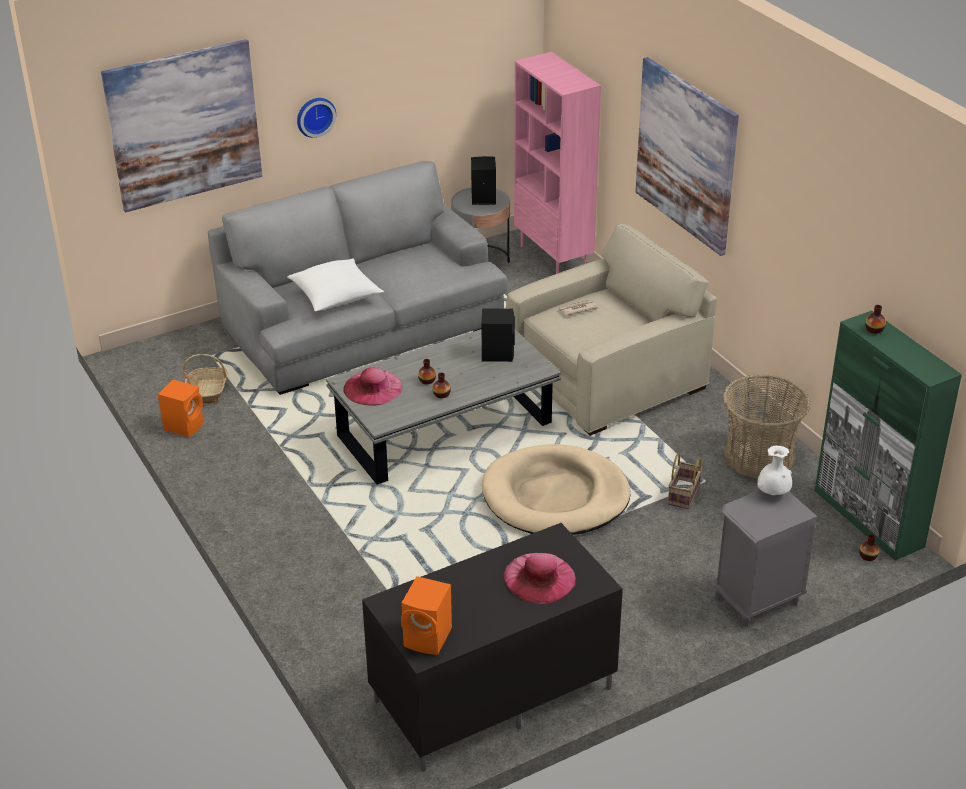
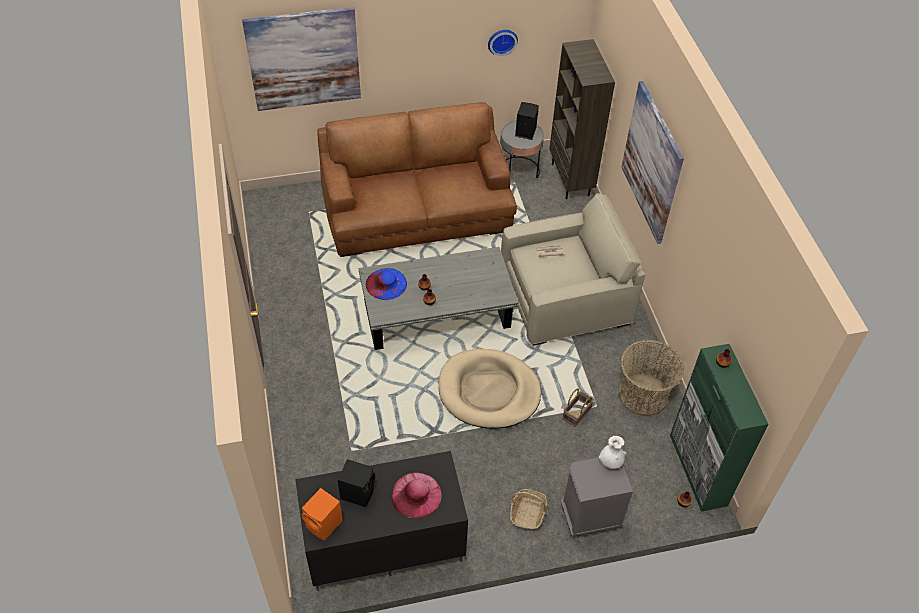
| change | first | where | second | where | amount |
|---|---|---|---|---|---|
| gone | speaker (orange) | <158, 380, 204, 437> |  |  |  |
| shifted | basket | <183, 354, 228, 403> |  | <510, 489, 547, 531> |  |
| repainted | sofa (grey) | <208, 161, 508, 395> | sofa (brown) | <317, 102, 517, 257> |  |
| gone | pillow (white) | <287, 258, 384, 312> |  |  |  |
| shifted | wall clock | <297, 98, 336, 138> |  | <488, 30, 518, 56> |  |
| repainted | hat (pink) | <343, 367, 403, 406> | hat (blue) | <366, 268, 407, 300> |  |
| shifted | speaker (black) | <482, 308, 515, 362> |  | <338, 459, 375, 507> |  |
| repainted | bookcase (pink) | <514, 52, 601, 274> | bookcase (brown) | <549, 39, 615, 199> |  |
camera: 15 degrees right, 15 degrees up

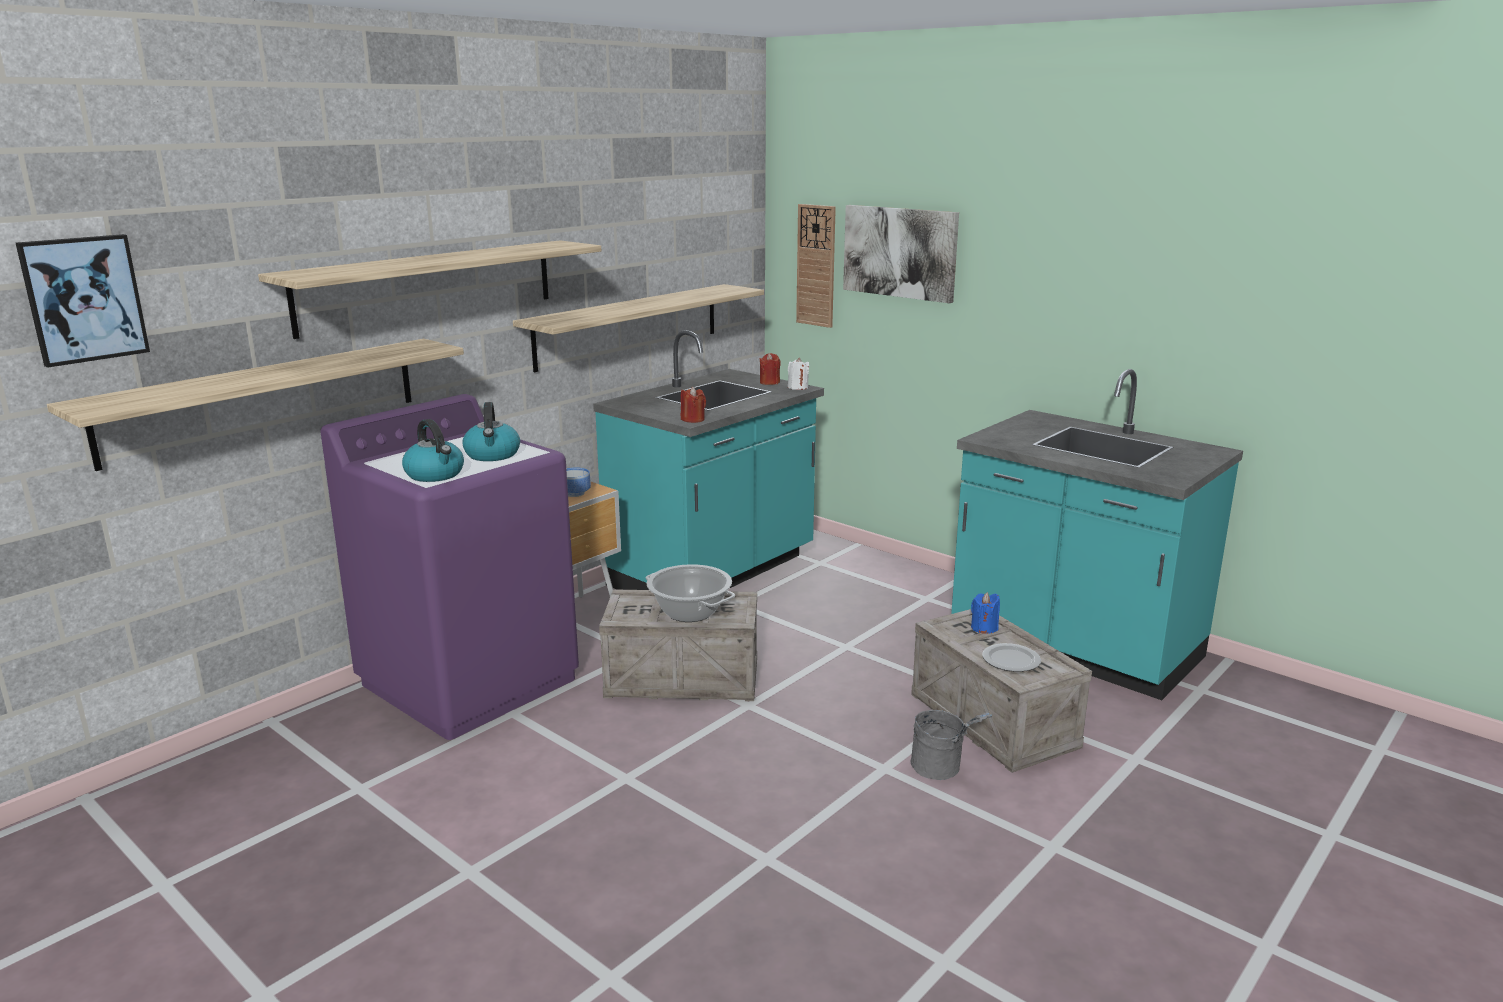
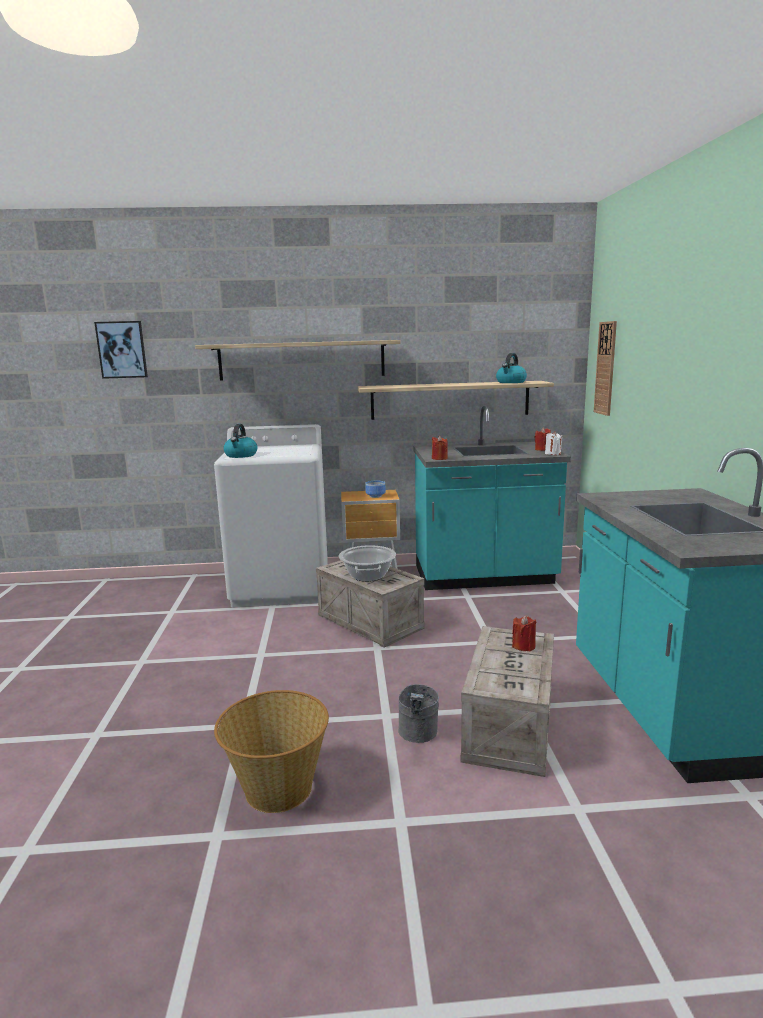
| change | first | where | second | where | amount |
|---|---|---|---|---|---|
| gone | shelf | <47, 339, 464, 471> |  |  |  |
| repainted | washing machine (purple) | <321, 394, 579, 740> | washing machine (white) | <214, 424, 328, 607> |  |
| shifted | kettle | <462, 402, 520, 461> |  | <496, 353, 527, 383> |  |
| gone | picture | <843, 205, 959, 303> |  |  |  |
| repainted | candle (blue) | <971, 592, 1000, 634> | candle (red) | <512, 616, 537, 651> |  |
| gone | plate | <982, 643, 1041, 672> |  |  |  |
| new |  |  | basket | <214, 690, 329, 813> |  |
camera: 45 degrees right, 5 degrees down

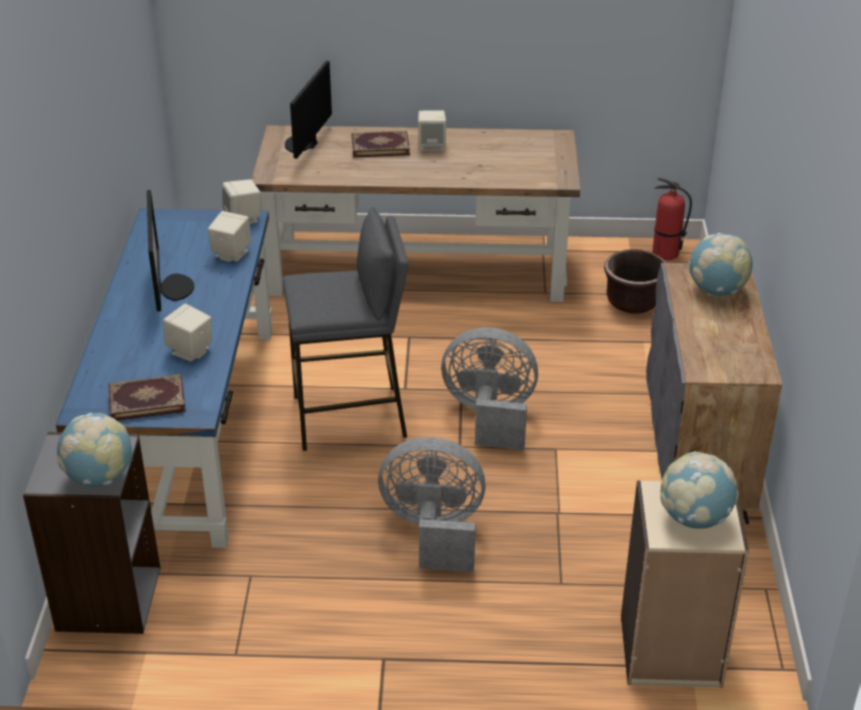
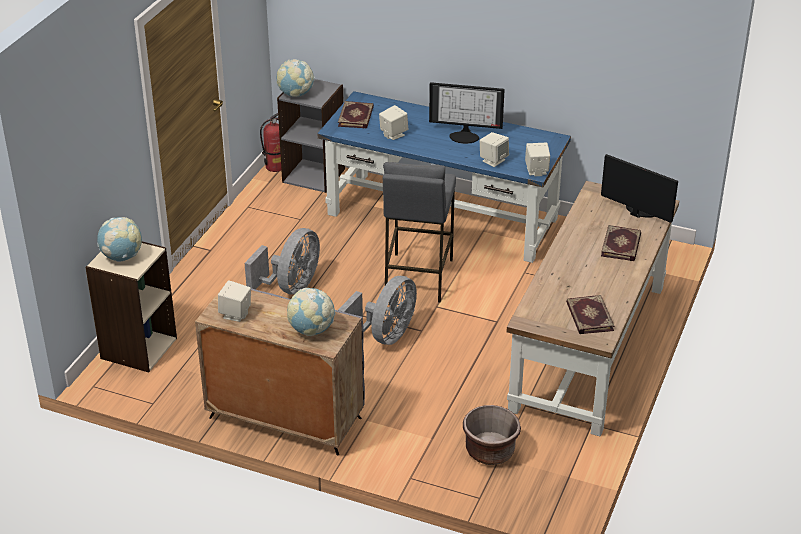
| change | first | where | second | where | amount |
|---|---|---|---|---|---|
| shifted | speaker (beige) | <418, 110, 446, 151> |  | <218, 280, 251, 322> |  |
| shifted | fire extinguisher | <653, 177, 692, 260> |  | <260, 113, 281, 172> |  |
| new |  |  | book | <566, 295, 614, 334> |  |
camera: 110 degrees right, 0 degrees up

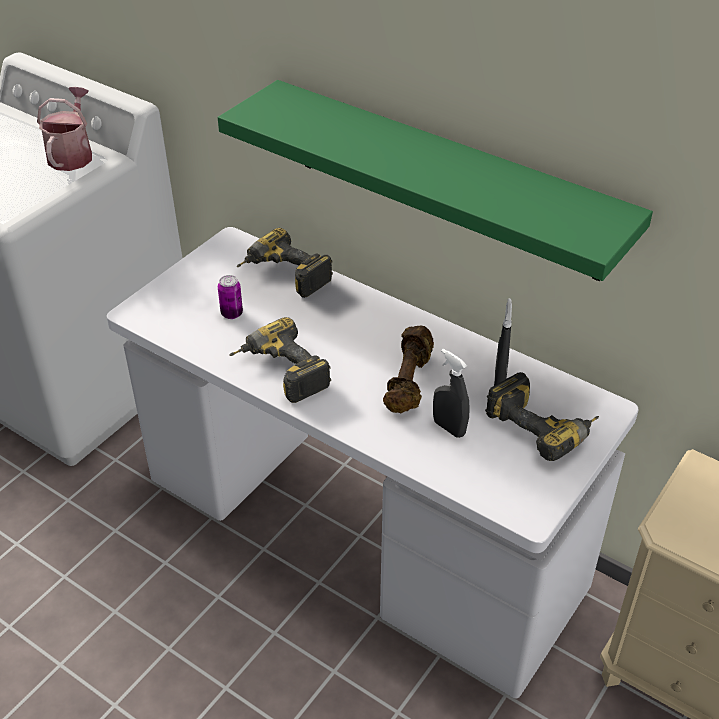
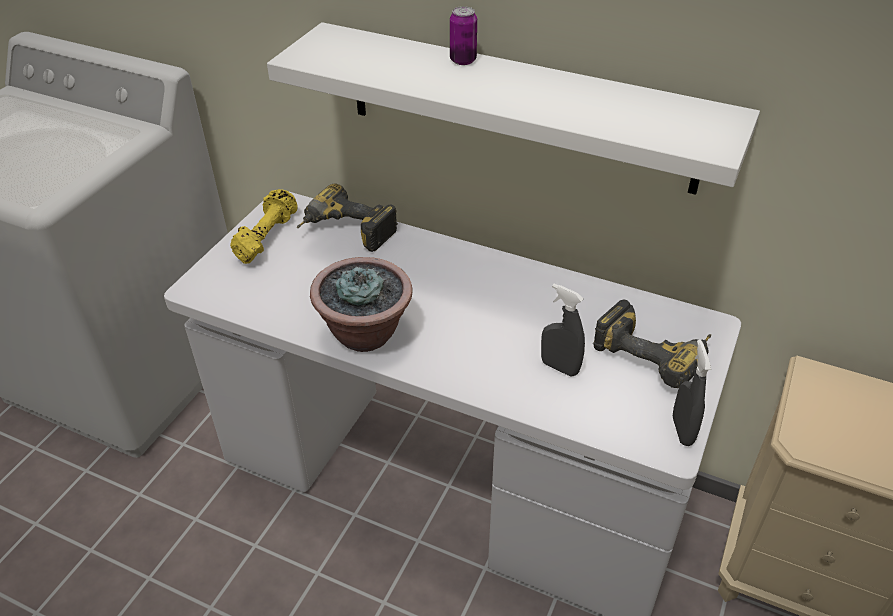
| change | first | where | second | where | amount |
|---|---|---|---|---|---|
| gone | watering can | <37, 87, 92, 171> |  |  |  |
| repainted | shelf (green) | <218, 80, 653, 281> | shelf (white) | <267, 22, 760, 195> |  |
| shifted | can | <218, 275, 243, 319> |  | <450, 6, 477, 65> |  |
| swapped | power drill | <229, 317, 331, 403> | potted plant | <310, 257, 413, 352> |  |
| gone | dumbbell (brown) | <383, 326, 434, 413> |  |  |  |
| shifted | spray bottle (grey) | <494, 298, 512, 386> |  | <673, 340, 711, 446> |  |
| new |  |  | dumbbell (yellow) | <230, 189, 298, 264> |  |
camera: 10 degrees left, 0 degrees up

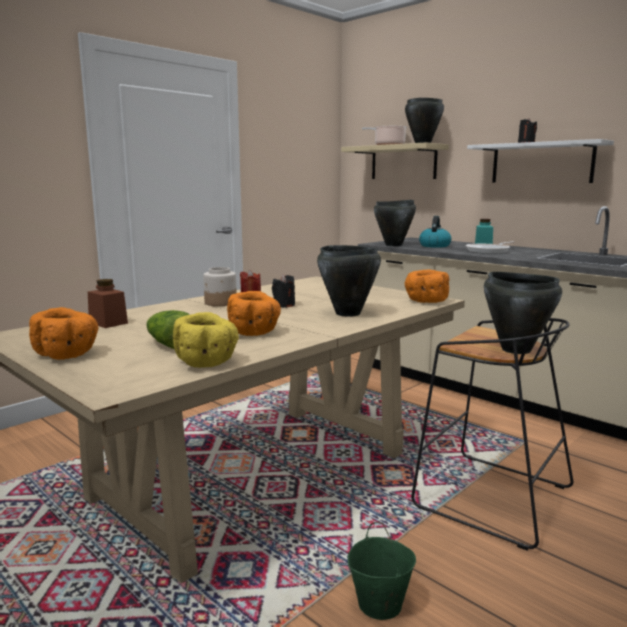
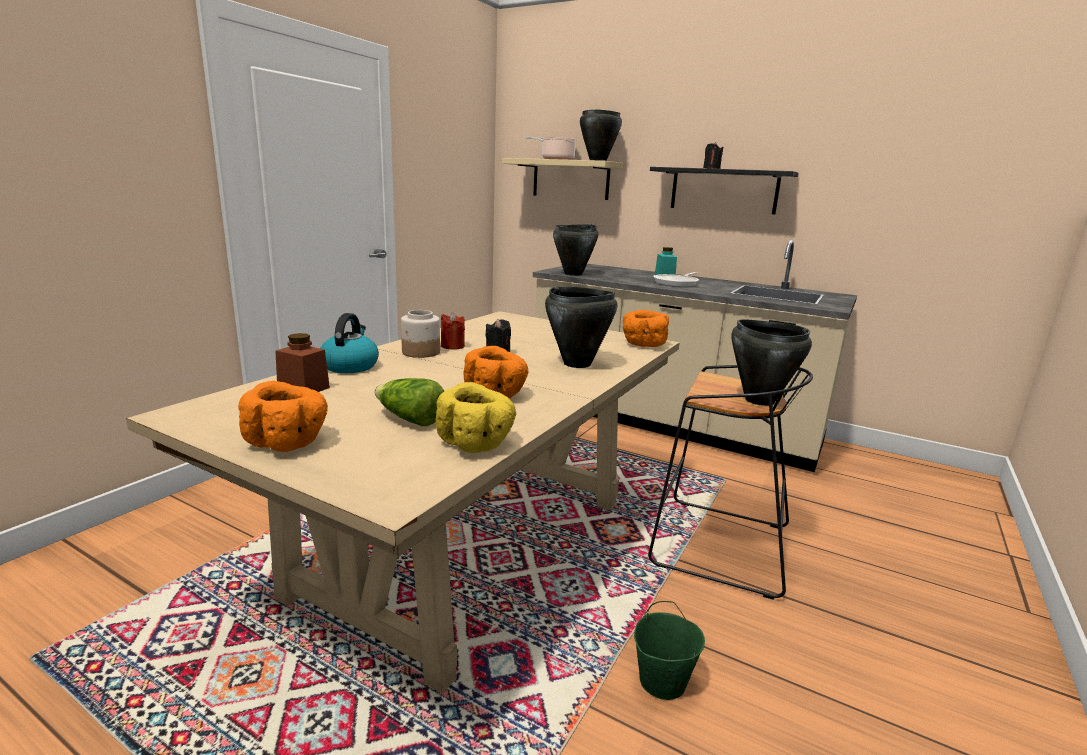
| change | first | where | second | where | amount |
|---|---|---|---|---|---|
| shifted | kettle | <419, 216, 451, 248> |  | <320, 313, 379, 373> |  |
| repainted | shelf (white) | <467, 139, 614, 183> | shelf (black) | <650, 167, 799, 214> |  |
camera: 15 degrees left, 5 degrees up

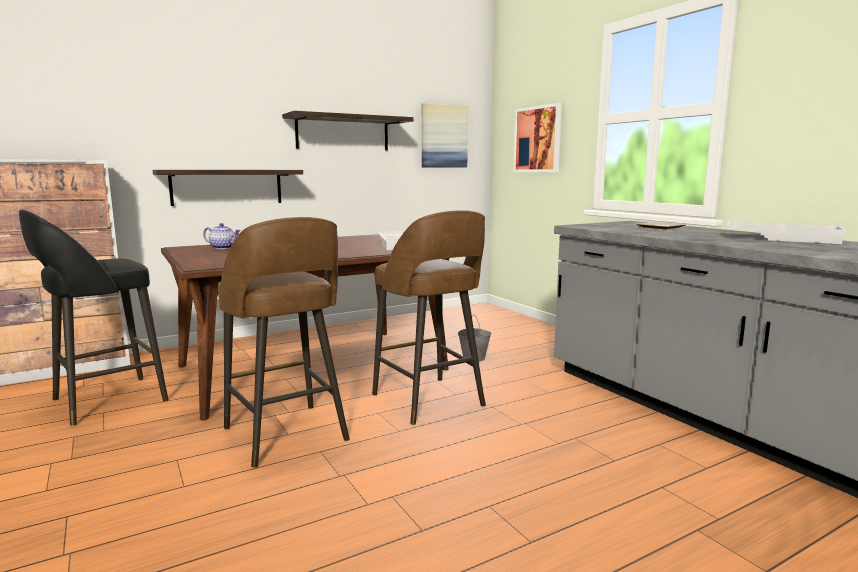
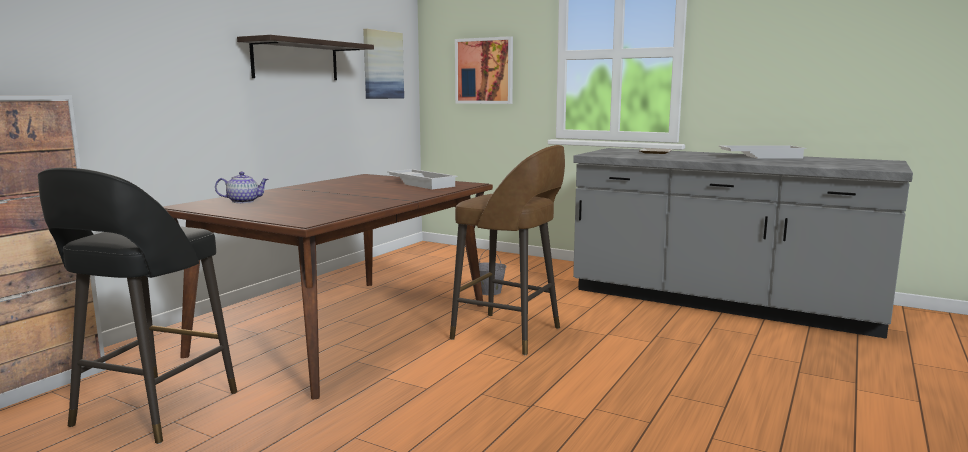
| change | first | where | second | where | amount |
|---|---|---|---|---|---|
| gone | shelf | <153, 170, 303, 206> |  |  |  |
| gone | stool (brown) | <218, 217, 350, 468> |  |  |  |
camera: 30 degrees left, 0 degrees up

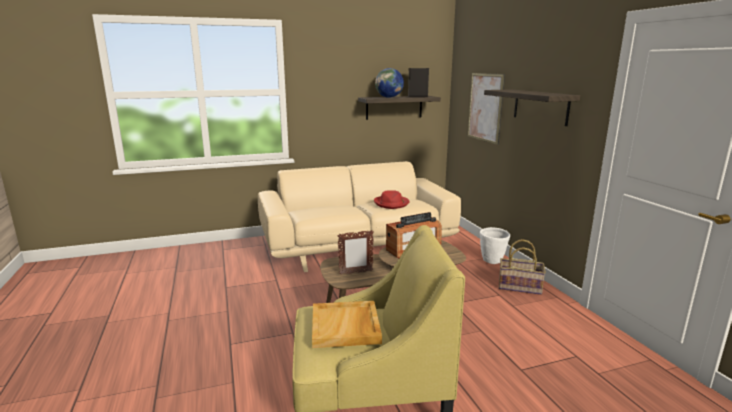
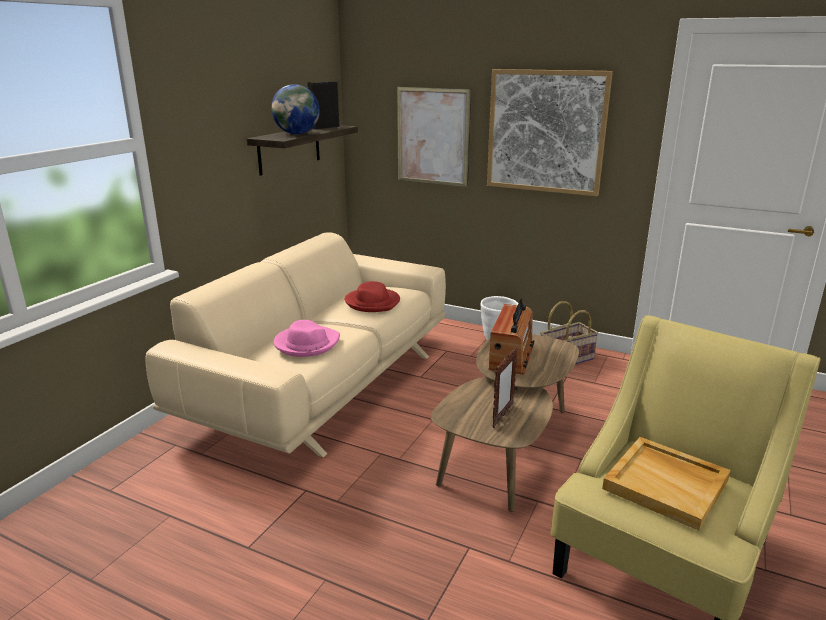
| change | first | where | second | where | amount |
|---|---|---|---|---|---|
| swapped | shelf | <484, 89, 580, 126> | picture | <487, 69, 613, 196> |  |
| new |  |  | hat (pink) | <273, 320, 340, 357> |  |
camera: 45 degrees left, 5 degrees up

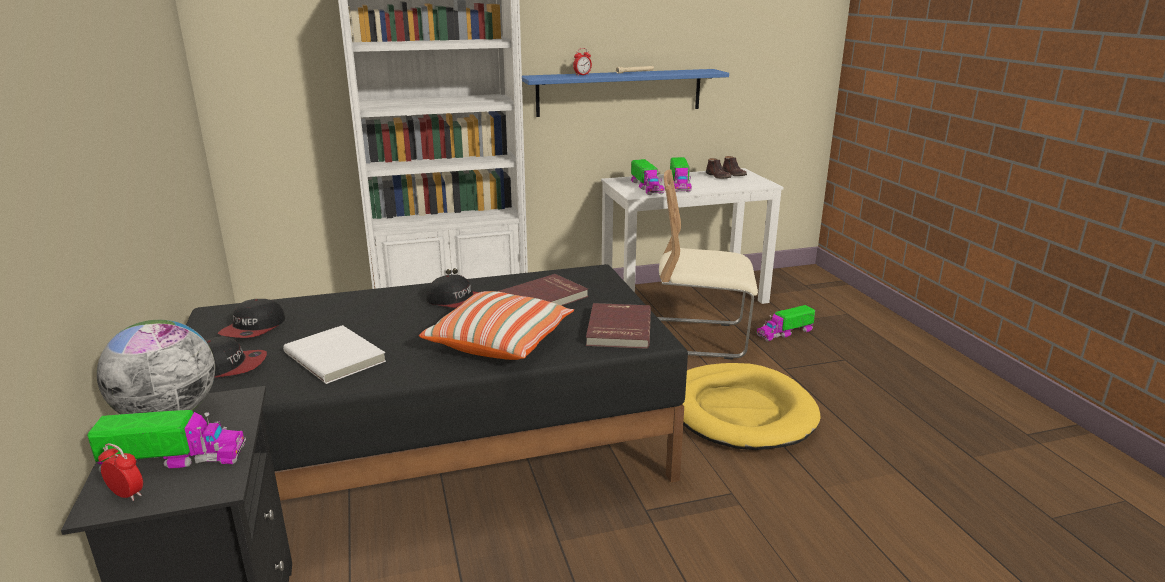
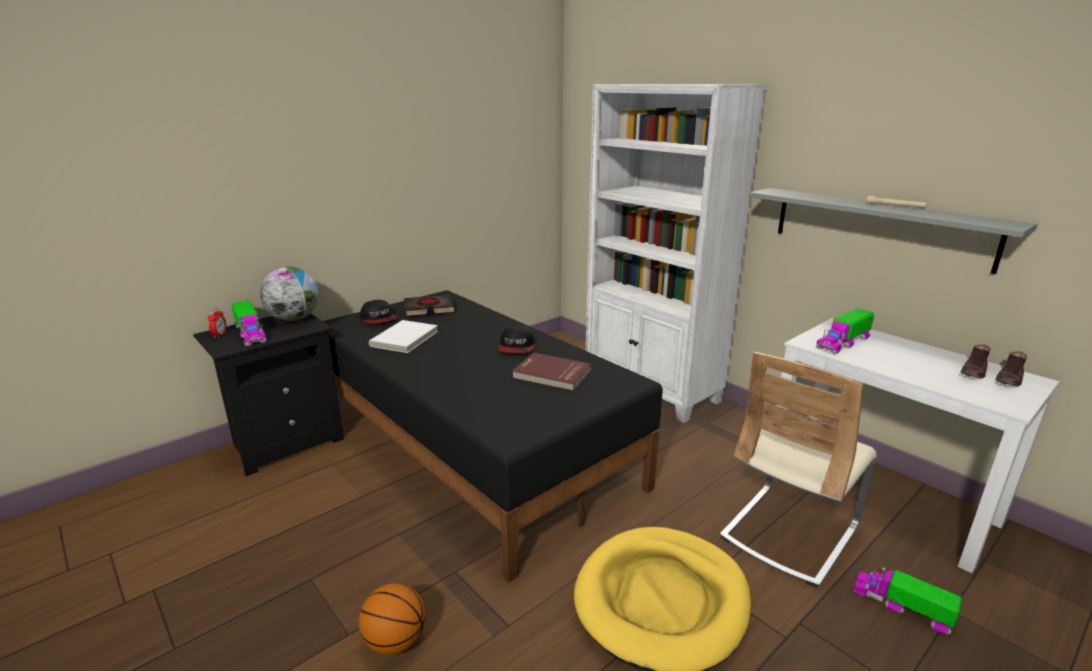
| change | first | where | second | where | amount |
|---|---|---|---|---|---|
| swapped | cap | <218, 299, 285, 338> | book (black) | <404, 294, 455, 317> |  |
| gone | pillow | <419, 291, 574, 360> |  |  |  |
| repainted | shelf (blue) | <522, 69, 729, 117> | shelf (grey) | <749, 188, 1038, 274> |  |
| gone | alarm clock | <573, 48, 592, 76> |  |  |  |
| gone | book (red) | <586, 303, 651, 349> |  |  |  |
| rotated | chair (beige) | <657, 169, 758, 360> |  | <720, 352, 877, 587> | 120 degrees counterclockwise |
| gone | toy truck | <670, 157, 692, 193> |  |  |  |
| new |  |  | basketball | <359, 583, 426, 655> |  |
camera: 65 degrees right, 0 degrees up

